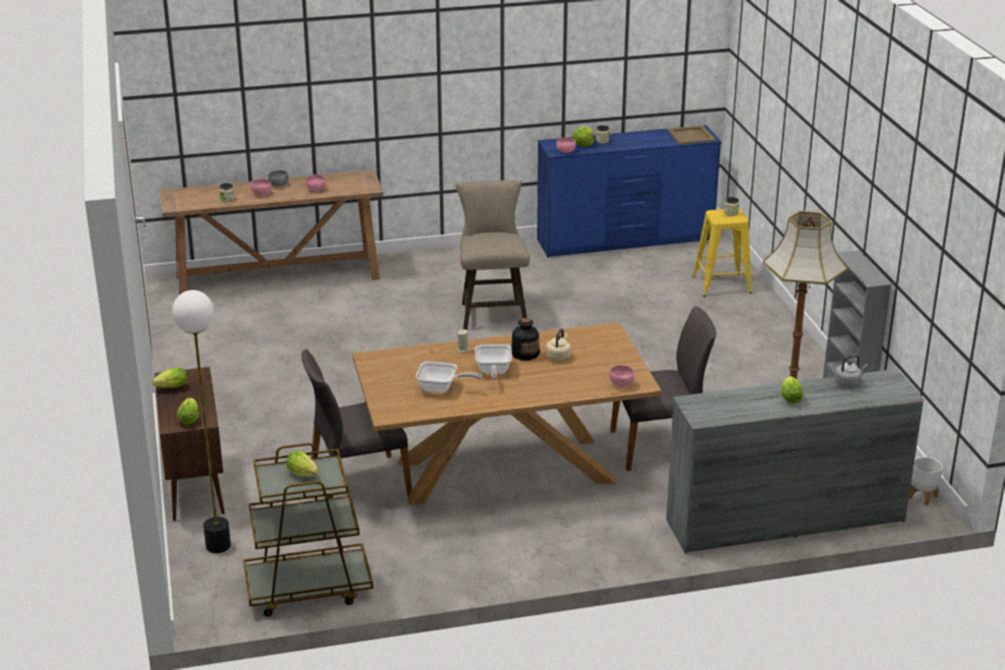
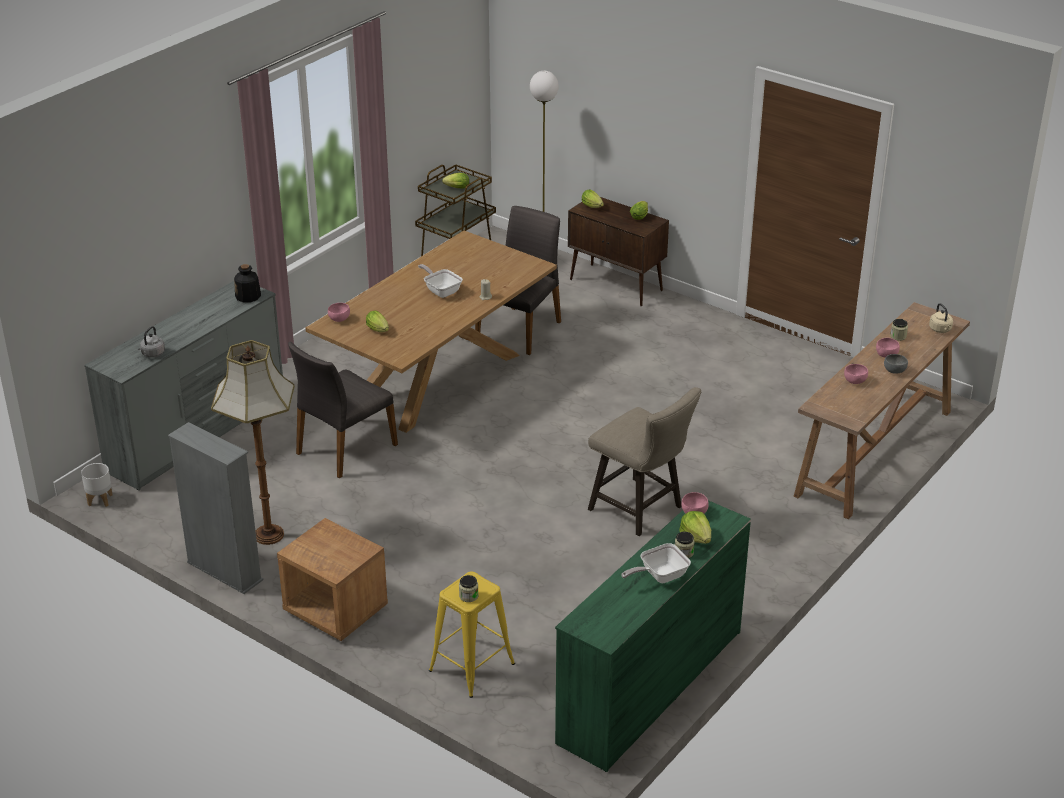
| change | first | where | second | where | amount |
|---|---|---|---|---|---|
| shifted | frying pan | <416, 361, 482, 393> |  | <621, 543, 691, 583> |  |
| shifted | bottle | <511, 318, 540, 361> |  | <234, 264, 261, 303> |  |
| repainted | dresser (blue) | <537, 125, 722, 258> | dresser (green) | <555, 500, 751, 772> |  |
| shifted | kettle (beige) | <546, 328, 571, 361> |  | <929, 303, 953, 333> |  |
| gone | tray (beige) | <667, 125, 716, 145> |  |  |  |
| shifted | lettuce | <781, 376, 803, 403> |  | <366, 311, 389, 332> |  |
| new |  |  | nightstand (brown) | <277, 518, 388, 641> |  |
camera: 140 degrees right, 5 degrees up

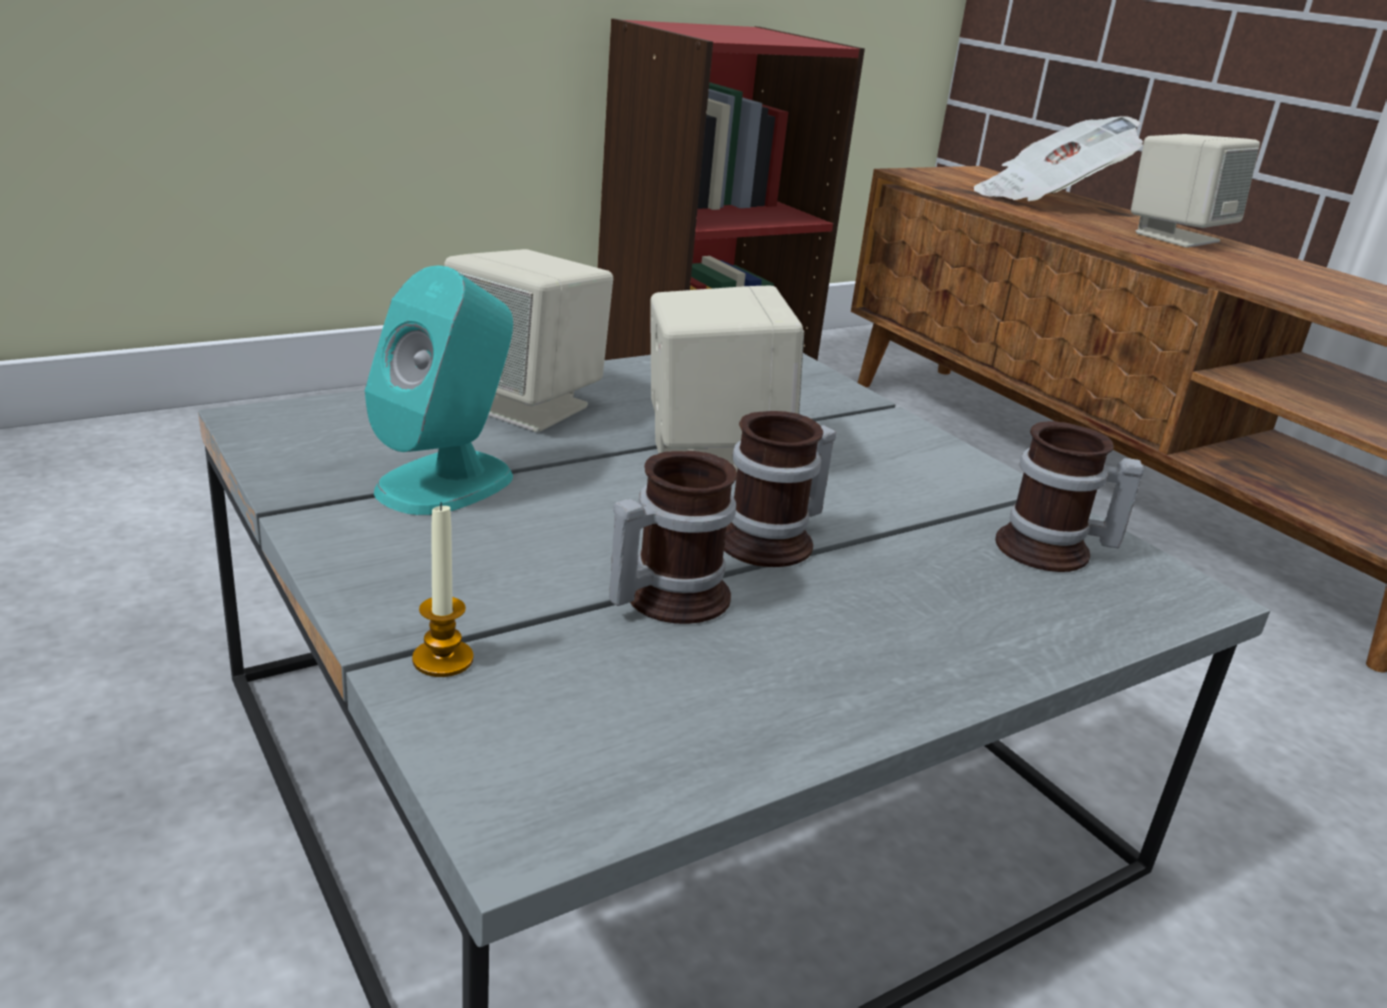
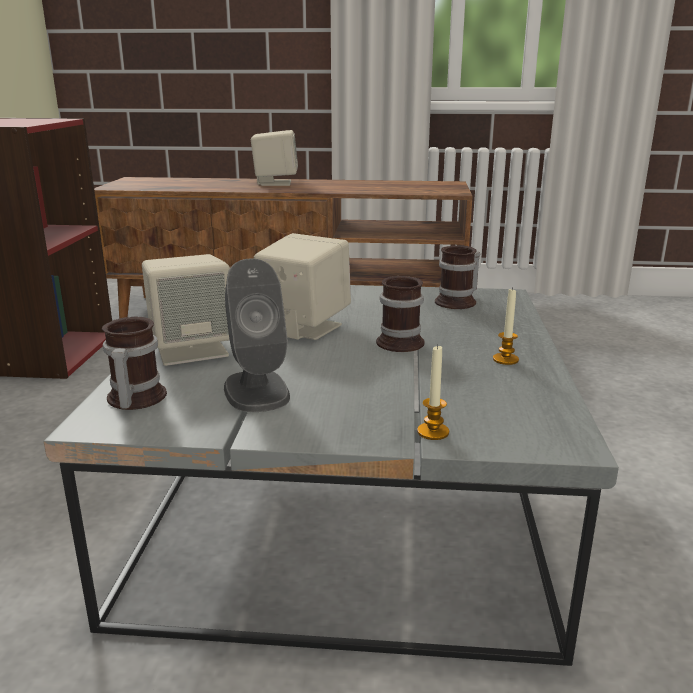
| change | first | where | second | where | amount |
|---|---|---|---|---|---|
| repainted | speaker (turquoise) | <365, 266, 513, 515> | speaker (grey) | <224, 258, 290, 412> |  |
| shifted | mug | <609, 451, 737, 624> |  | <102, 317, 167, 410> |  |
| gone | newspaper | <974, 116, 1143, 201> |  |  |  |
| new |  |  | candle | <493, 287, 519, 365> |  |
camera: 50 degrees left, 5 degrees down

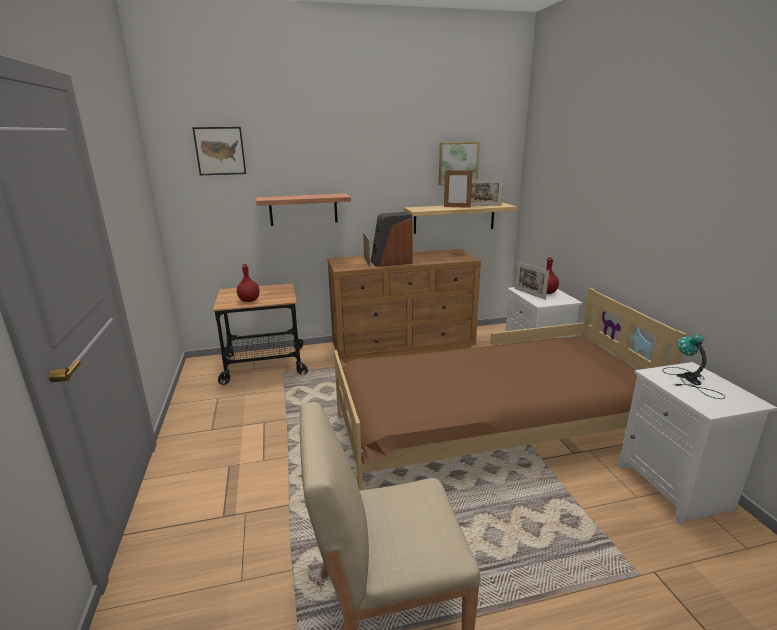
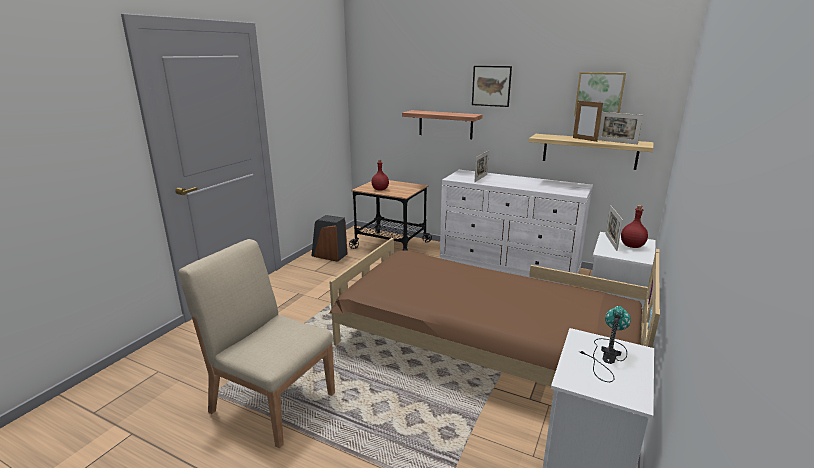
| change | first | where | second | where | amount |
|---|---|---|---|---|---|
| shifted | picture | <192, 127, 246, 175> |  | <472, 66, 512, 107> |  |
| repainted | dresser (brown) | <327, 249, 481, 363> | dresser (white) | <440, 170, 593, 285> |  |
| shifted | speaker | <371, 212, 413, 267> |  | <312, 215, 347, 262> |  |
camera: 40 degrees right, 0 degrees up

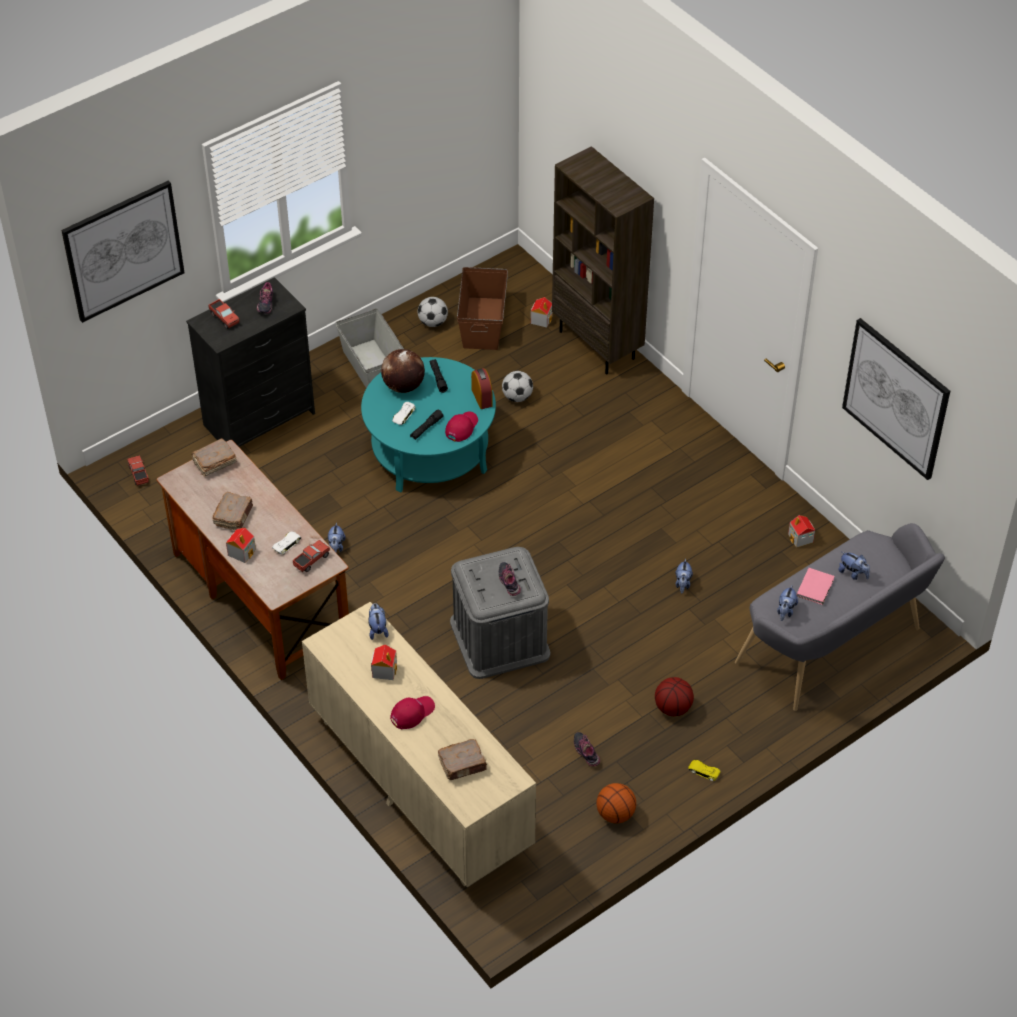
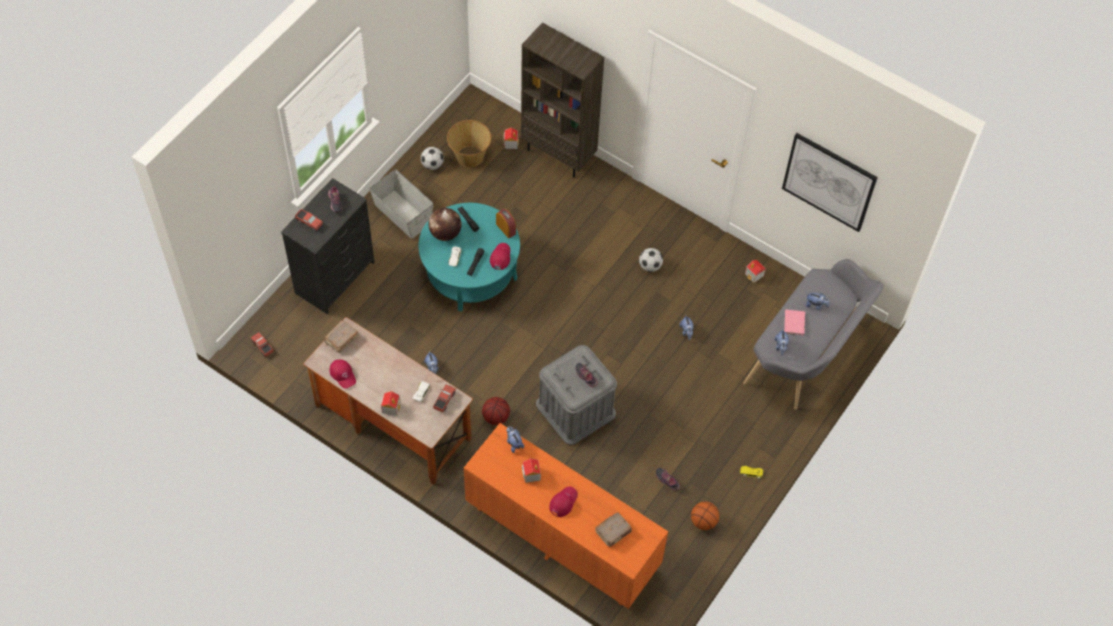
| change | first | where | second | where | amount |
|---|---|---|---|---|---|
| gone | picture | <61, 181, 185, 323> |  |  |  |
| gone | book (brown) | <212, 492, 253, 530> |  |  |  |
| repainted | dresser (beige) | <302, 602, 536, 887> | dresser (orange) | <464, 423, 668, 609> |  |
| swapped | storage box (brown) | <457, 267, 508, 350> | basket | <447, 120, 491, 168> |  |
| shifted | football | <502, 371, 533, 402> |  | <639, 248, 663, 272> |  |
| shifted | basketball | <655, 677, 694, 716> |  | <482, 397, 510, 425> |  |
| new |  |  | cap (red) | <330, 359, 356, 389> |  |
camera: 20 degrees left, 10 degrees up

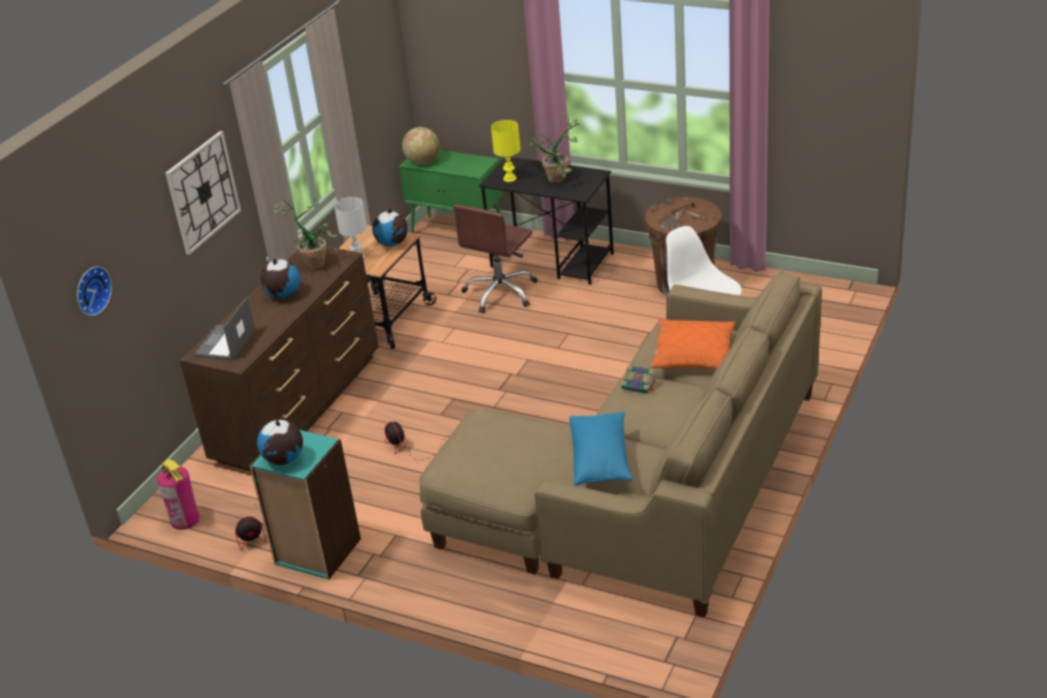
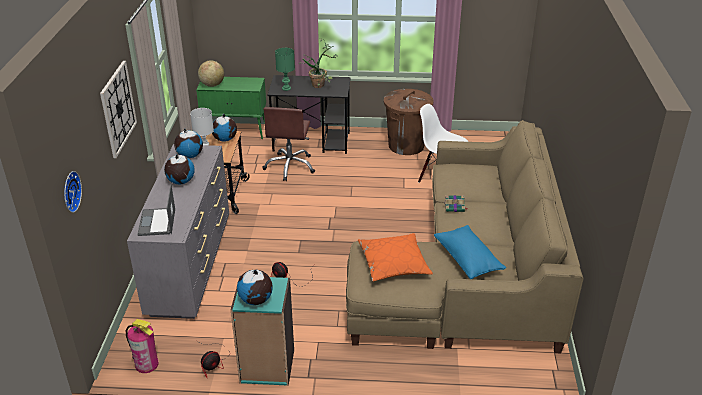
| change | first | where | second | where | amount |
|---|---|---|---|---|---|
| repainted | dresser (brown) | <180, 247, 379, 472> | dresser (grey) | <127, 144, 229, 319> |  |
| swapped | potted plant | <272, 196, 338, 270> | globe | <174, 128, 203, 158> |  |
| repainted | table lamp (yellow) | <491, 120, 521, 182> | table lamp (green) | <275, 48, 295, 91> |  |
| shifted | pillow (orange) | <651, 318, 735, 370> |  | <358, 233, 433, 281> |  |
camera: 25 degrees left, 0 degrees up

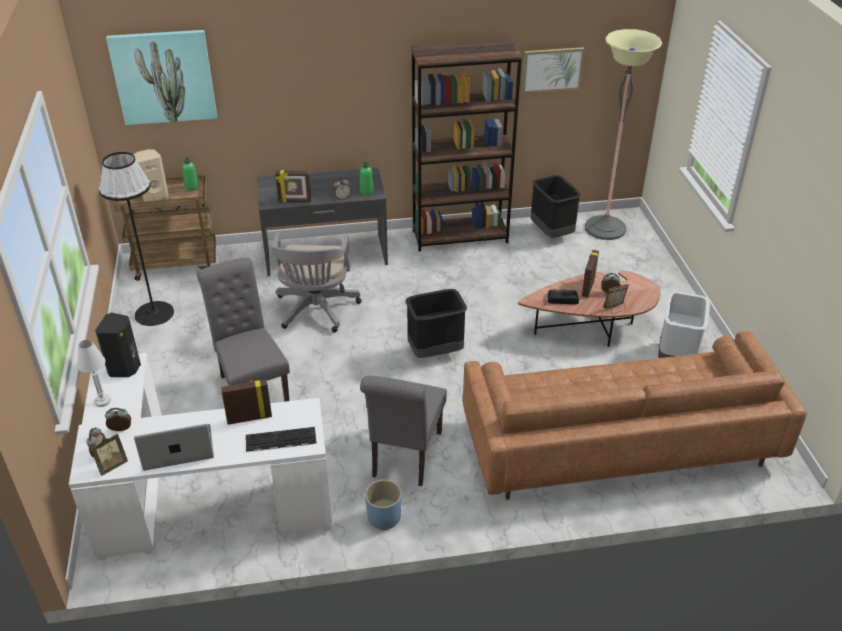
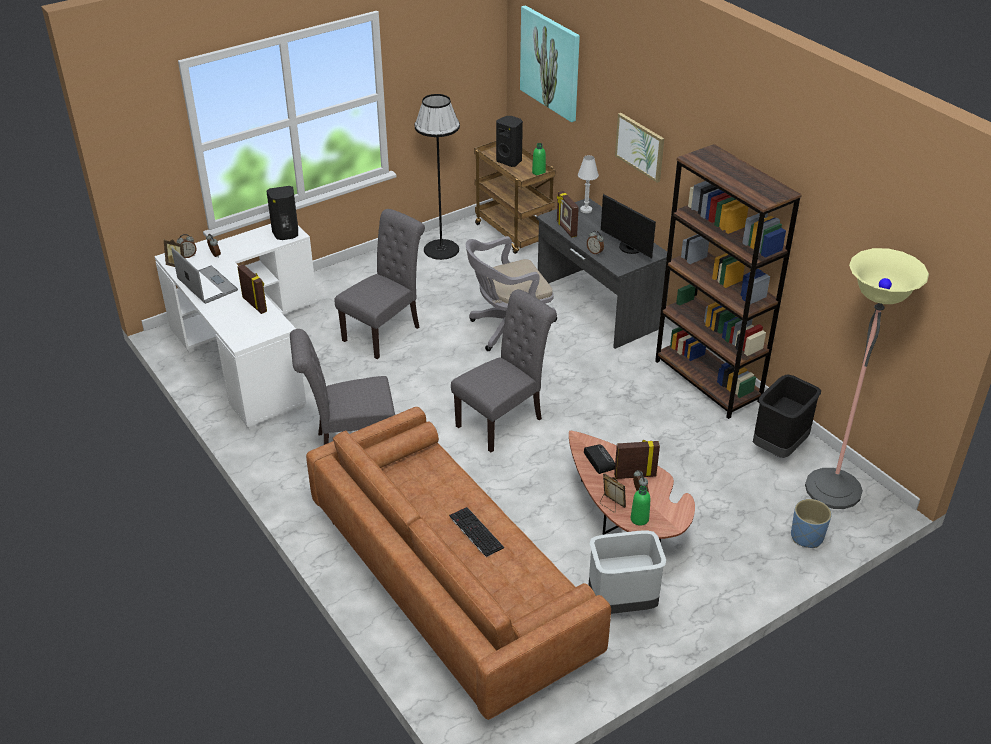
| change | first | where | second | where | amount |
|---|---|---|---|---|---|
| shifted | table lamp (white) | <77, 339, 111, 407> |  | <578, 155, 599, 213> |  |
| repainted | speaker (beige) | <134, 149, 169, 202> | speaker (black) | <496, 116, 523, 167> |  |
| shifted | keyboard | <246, 427, 317, 452> |  | <449, 507, 504, 557> |  |
| shifted | bottle (green) | <360, 162, 374, 195> |  | <631, 486, 651, 526> |  |
| shifted | planter (blue) | <365, 479, 402, 531> |  | <791, 499, 832, 548> |  |
| swapped | trash can (black) | <406, 289, 467, 358> | chair (grey) | <451, 289, 557, 452> |  |
| shifted | picture | <522, 47, 585, 93> |  | <615, 113, 664, 183> |  |
| new |  |  | monitor | <601, 194, 656, 258> |  |
camera: 65 degrees right, 0 degrees up

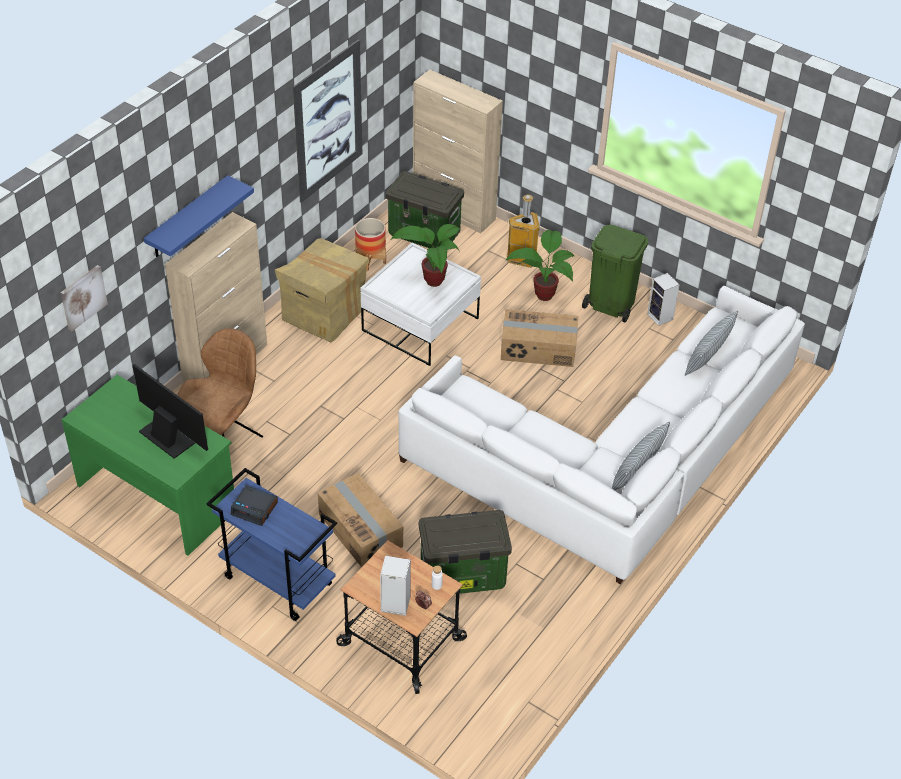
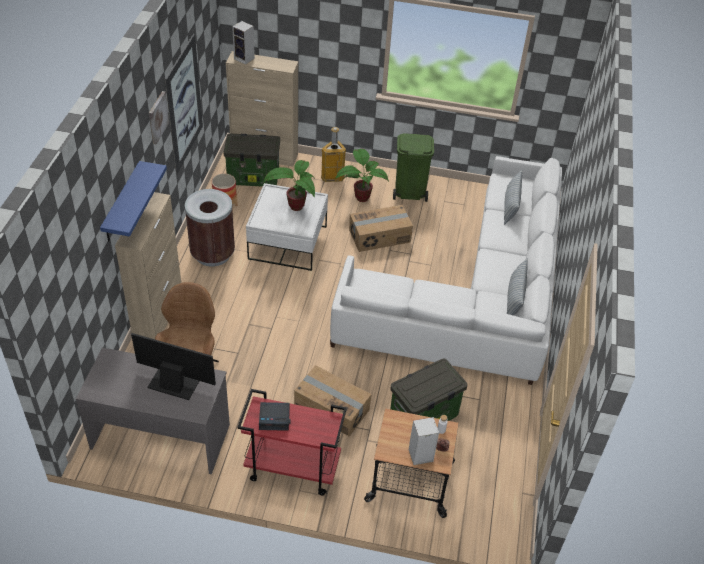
| change | first | where | second | where | amount |
|---|---|---|---|---|---|
| shifted | picture | <61, 265, 108, 331> |  | <149, 91, 169, 145> |  |
| repainted | desk (green) | <62, 375, 234, 556> | desk (grey) | <76, 347, 230, 474> |  |
| repainted | cart (blue) | <206, 468, 337, 621> | cart (red) | <237, 389, 347, 495> |  |
| swapped | cardboard box | <275, 238, 369, 342> | trash can (brown) | <185, 189, 235, 267> |  |
| shifted | speaker | <647, 273, 680, 326> |  | <232, 21, 255, 65> |  |
camera: 25 degrees left, 0 degrees up

